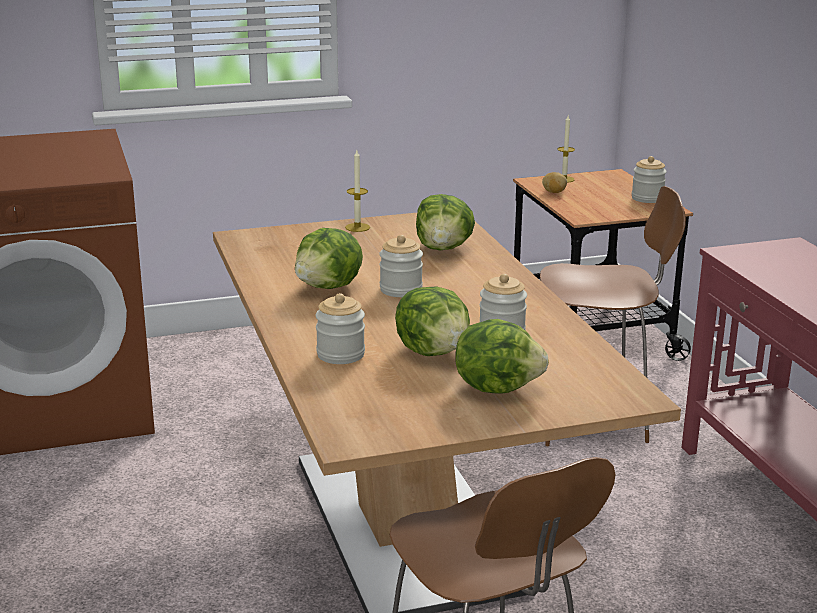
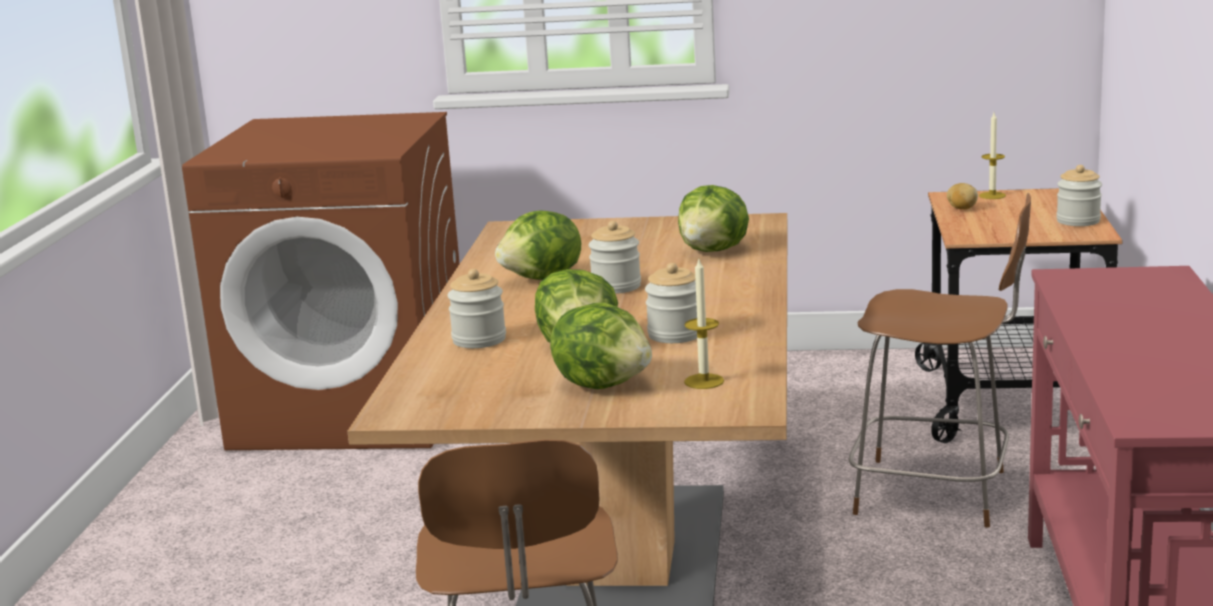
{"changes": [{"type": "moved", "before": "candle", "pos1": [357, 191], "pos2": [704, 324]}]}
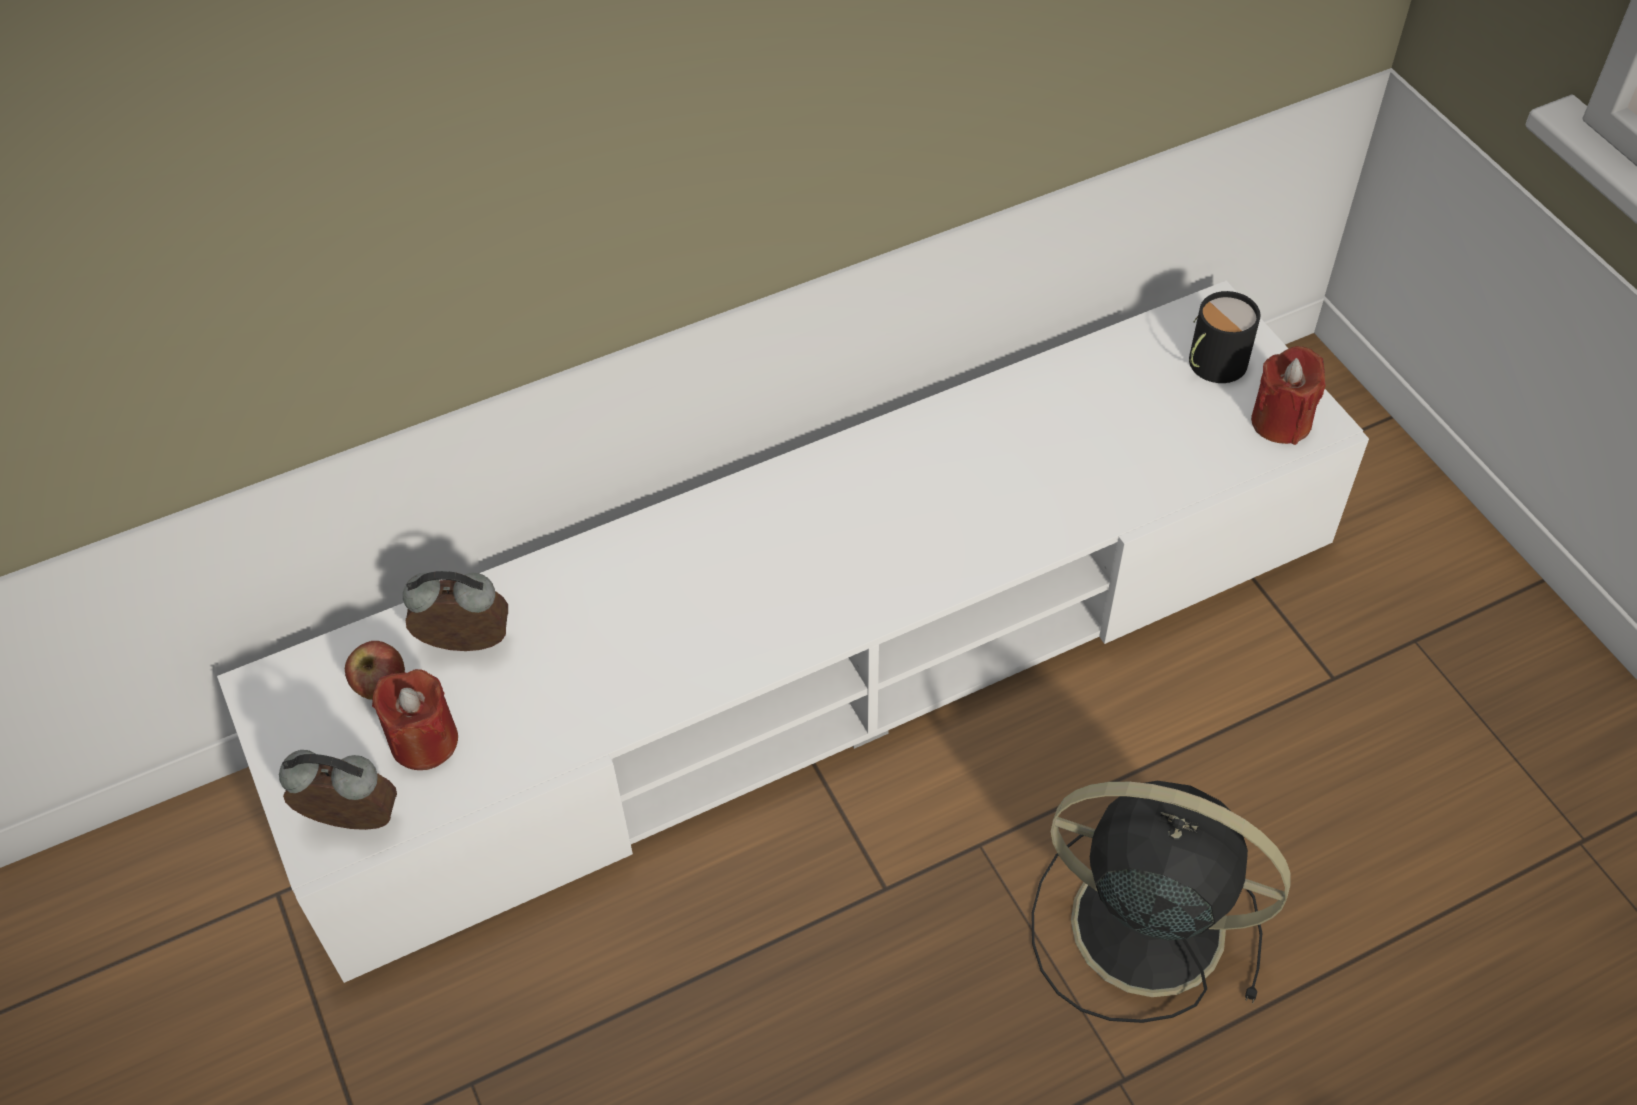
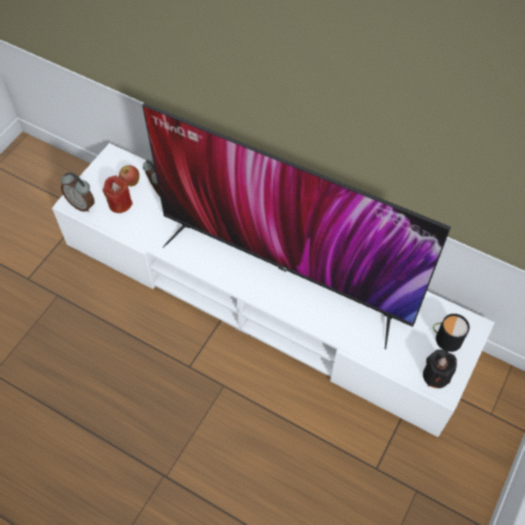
{"changes": [{"type": "turned", "before": "table clock", "pos1": [338, 790], "pos2": [78, 192], "turn": 150}, {"type": "added", "after": "TV", "pos2": [296, 226]}, {"type": "recoloured", "before": "red-coloured candle", "after": "blackish candle", "pos1": [1288, 395], "pos2": [440, 368]}, {"type": "removed", "before": "blackish electric fan", "pos1": [1161, 902]}]}
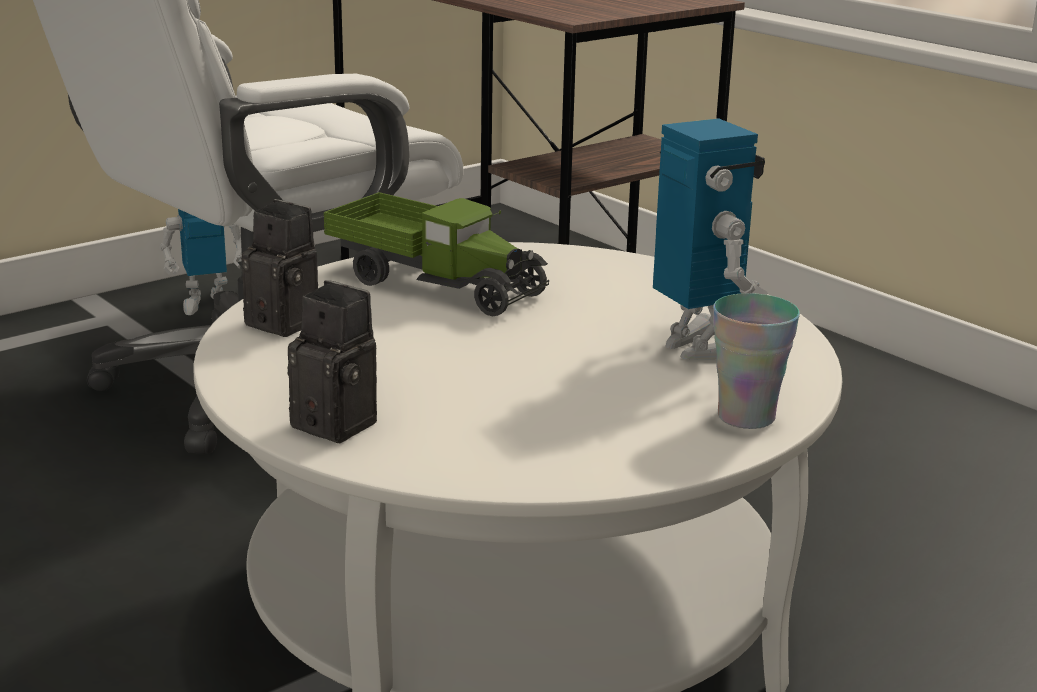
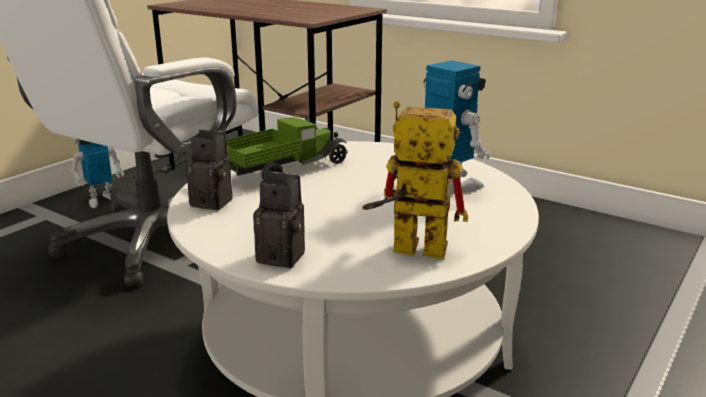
{"changes": [{"type": "turned", "before": "toy truck", "pos1": [436, 254], "pos2": [287, 148], "turn": -60}, {"type": "added", "after": "toy robot", "pos2": [415, 180]}, {"type": "removed", "before": "cup", "pos1": [756, 361]}]}
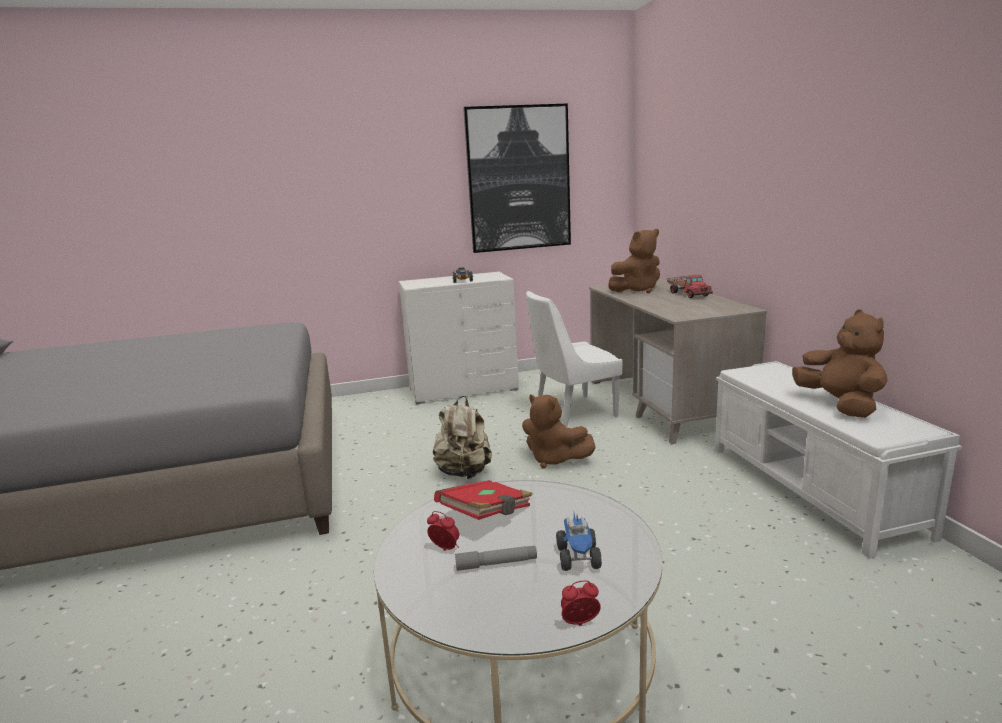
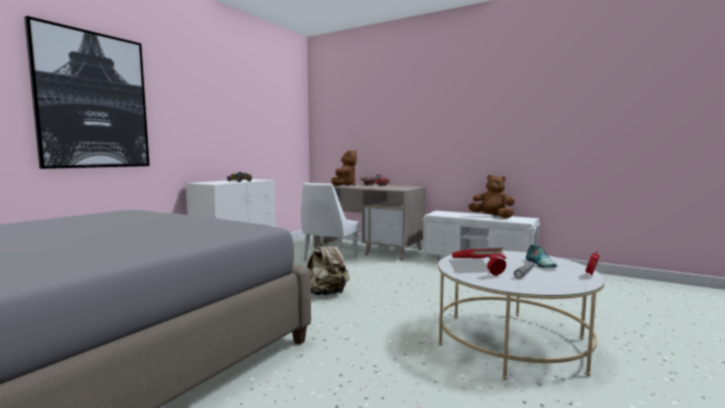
{"changes": [{"type": "moved", "before": "picture", "pos1": [517, 178], "pos2": [87, 92]}, {"type": "replaced", "before": "toy truck", "after": "low shoe", "pos1": [579, 542], "pos2": [541, 256]}, {"type": "removed", "before": "brown soft toy", "pos1": [559, 431]}]}
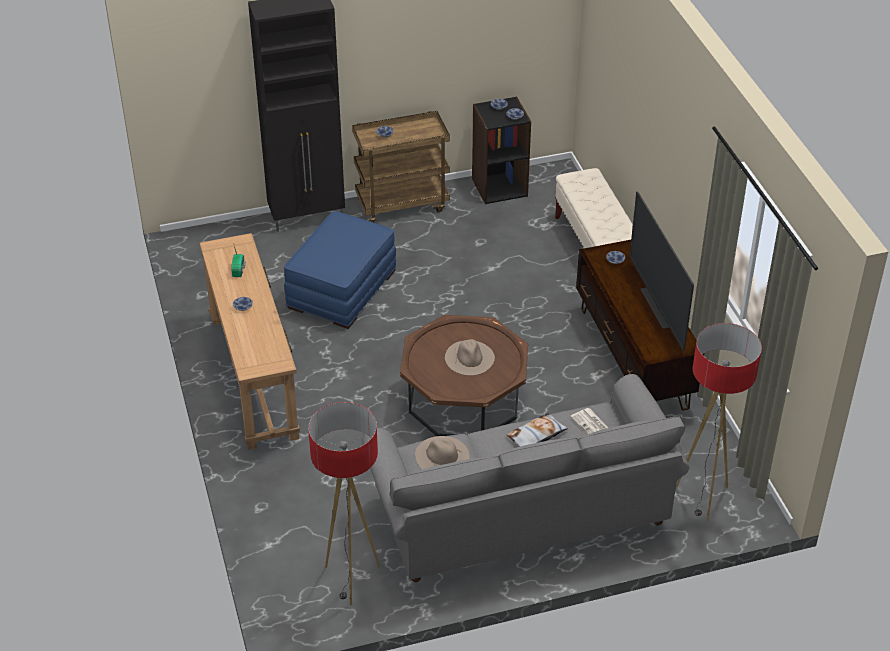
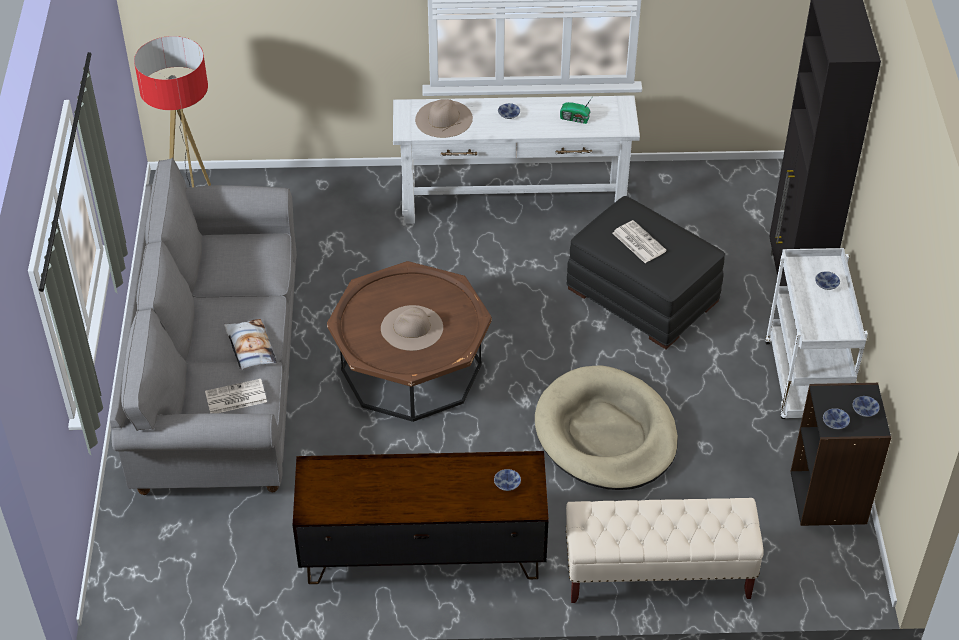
{"changes": [{"type": "recoloured", "before": "brown hall table", "after": "white-coloured hall table", "pos1": [249, 341], "pos2": [516, 159]}, {"type": "moved", "before": "sand-coloured hat", "pos1": [442, 452], "pos2": [444, 118]}, {"type": "added", "after": "sand-coloured dog bed", "pos2": [606, 428]}, {"type": "recoloured", "before": "blue-coloured footrest", "after": "blackish footrest", "pos1": [340, 270], "pos2": [645, 272]}, {"type": "added", "after": "printed paper", "pos2": [639, 241]}, {"type": "recoloured", "before": "brown trolley", "after": "white-coloured trolley", "pos1": [401, 166], "pos2": [816, 333]}, {"type": "removed", "before": "TV", "pos1": [662, 271]}, {"type": "removed", "before": "standard lamp", "pos1": [719, 422]}]}
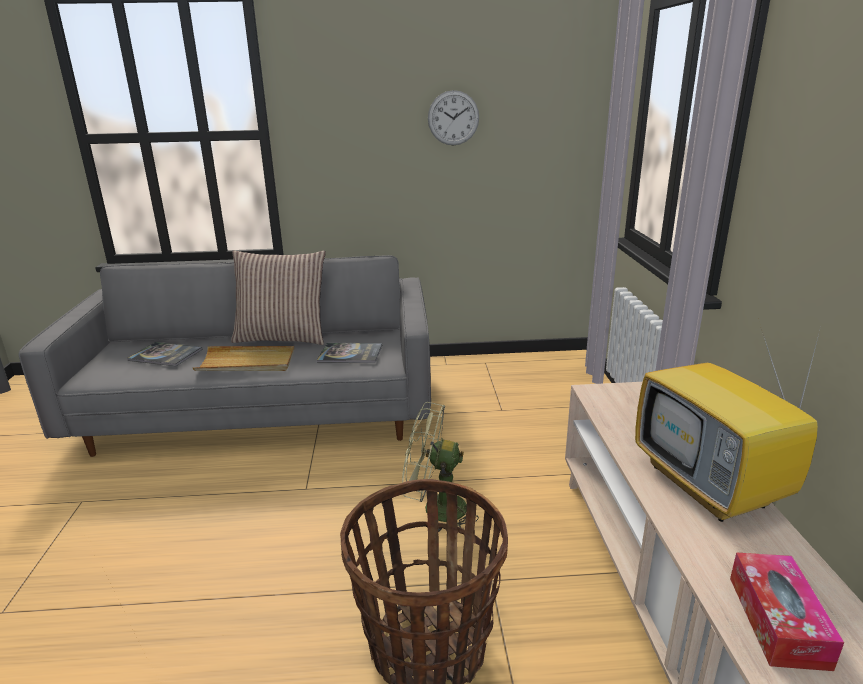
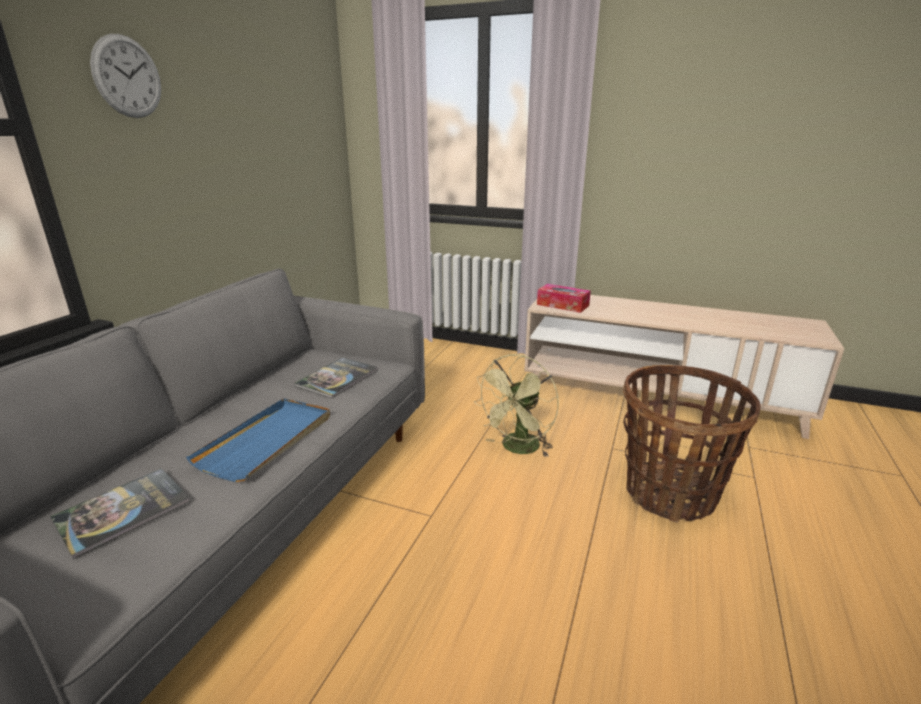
{"changes": [{"type": "moved", "before": "wall clock", "pos1": [453, 117], "pos2": [125, 76]}, {"type": "recoloured", "before": "sand-coloured tray", "after": "blue-coloured tray", "pos1": [244, 358], "pos2": [258, 440]}, {"type": "moved", "before": "box of tissues", "pos1": [787, 611], "pos2": [564, 298]}, {"type": "removed", "before": "throw pillow", "pos1": [278, 297]}, {"type": "removed", "before": "TV", "pos1": [728, 422]}]}
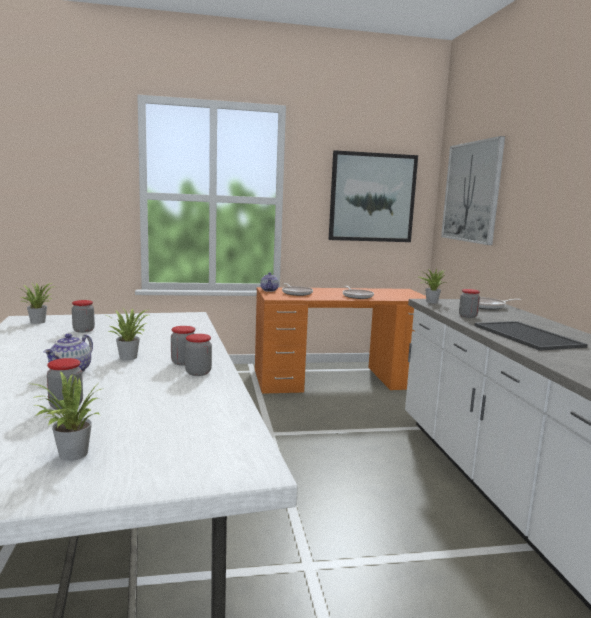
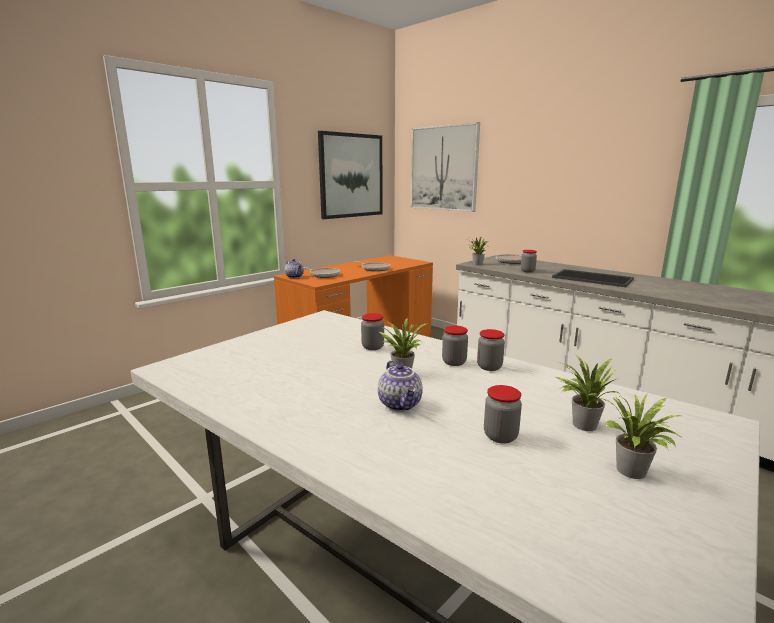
{"changes": [{"type": "moved", "before": "jar", "pos1": [83, 316], "pos2": [372, 331]}, {"type": "moved", "before": "plant in a pot", "pos1": [36, 303], "pos2": [588, 392]}]}
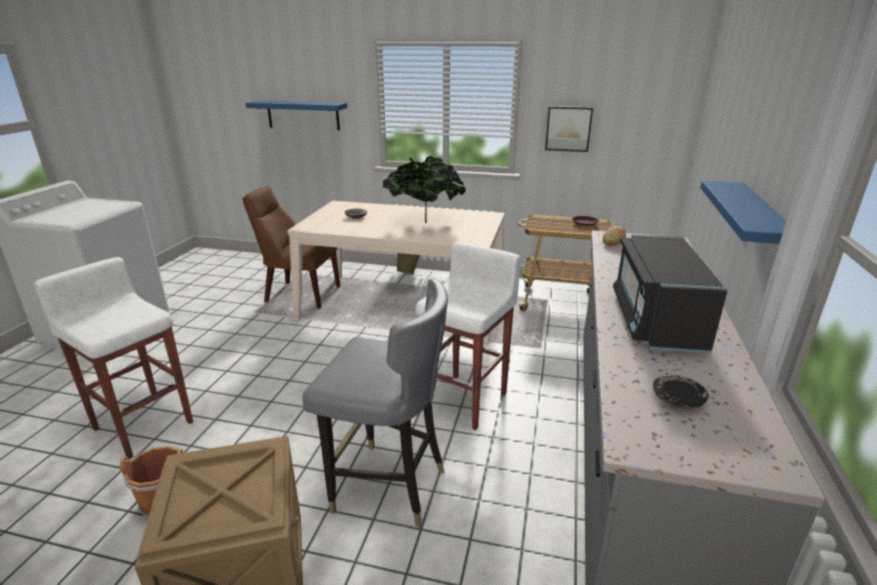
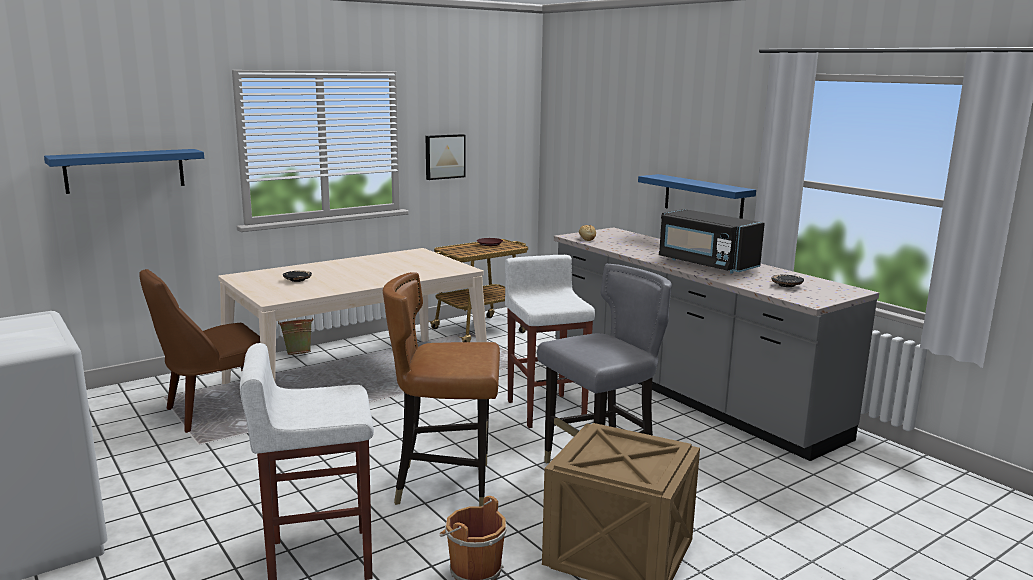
{"changes": [{"type": "added", "after": "brown chair", "pos2": [441, 389]}, {"type": "removed", "before": "plant in a pot", "pos1": [424, 189]}]}
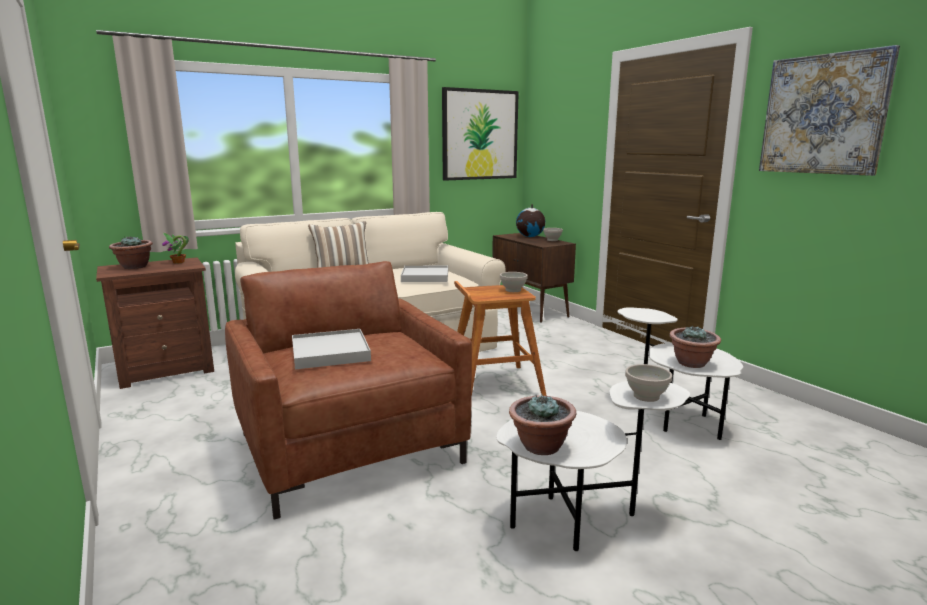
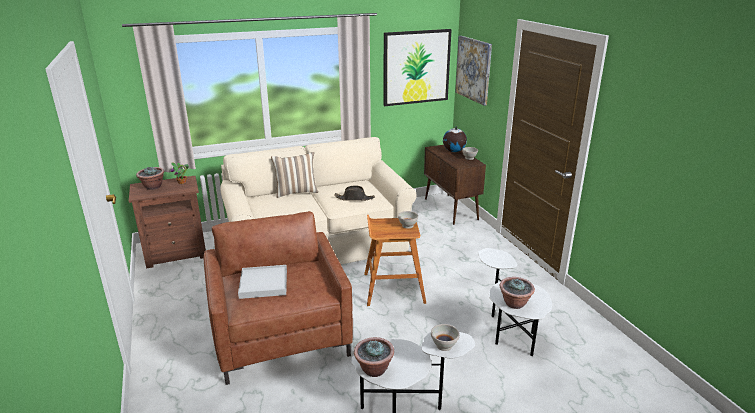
{"changes": [{"type": "replaced", "before": "white-coloured tray", "after": "blackish hat", "pos1": [424, 274], "pos2": [354, 193]}, {"type": "moved", "before": "picture", "pos1": [829, 110], "pos2": [473, 71]}]}
